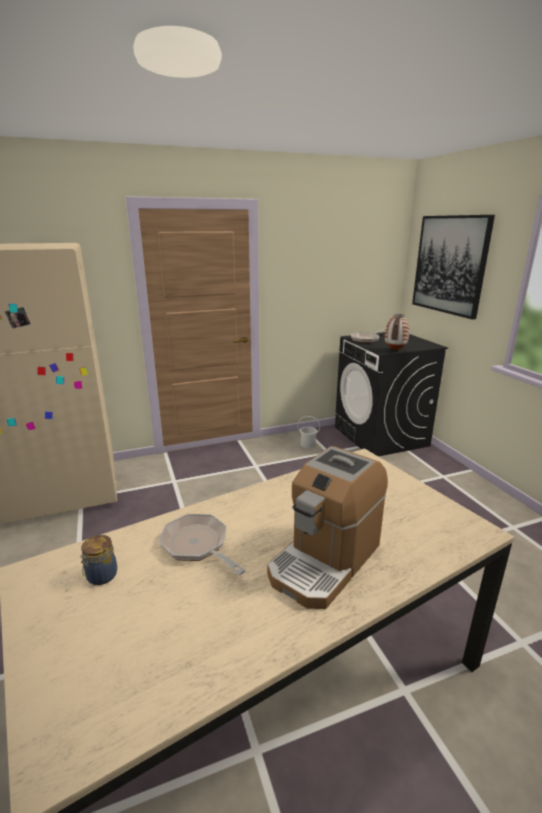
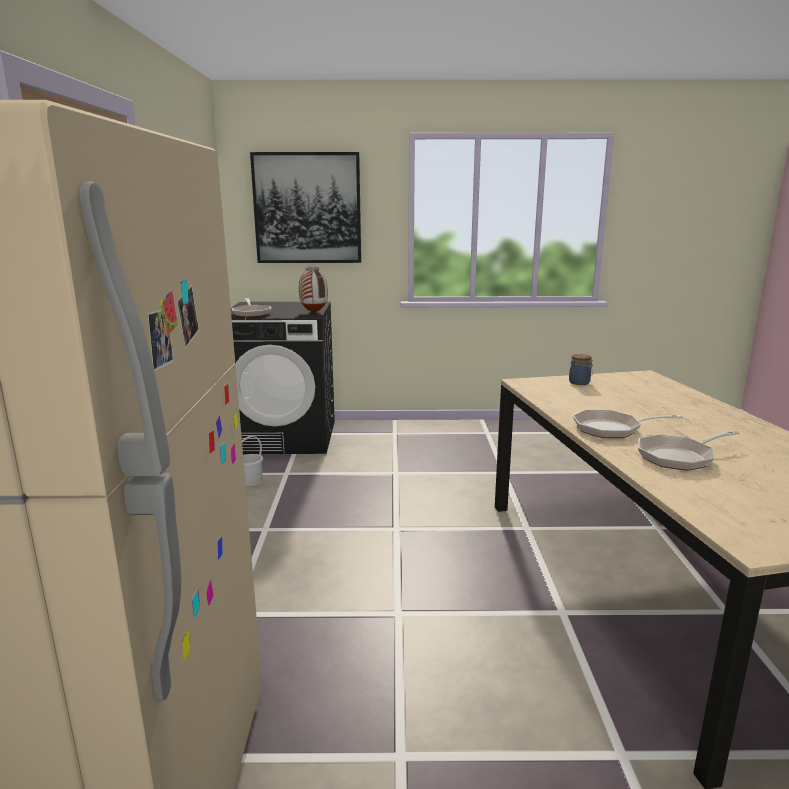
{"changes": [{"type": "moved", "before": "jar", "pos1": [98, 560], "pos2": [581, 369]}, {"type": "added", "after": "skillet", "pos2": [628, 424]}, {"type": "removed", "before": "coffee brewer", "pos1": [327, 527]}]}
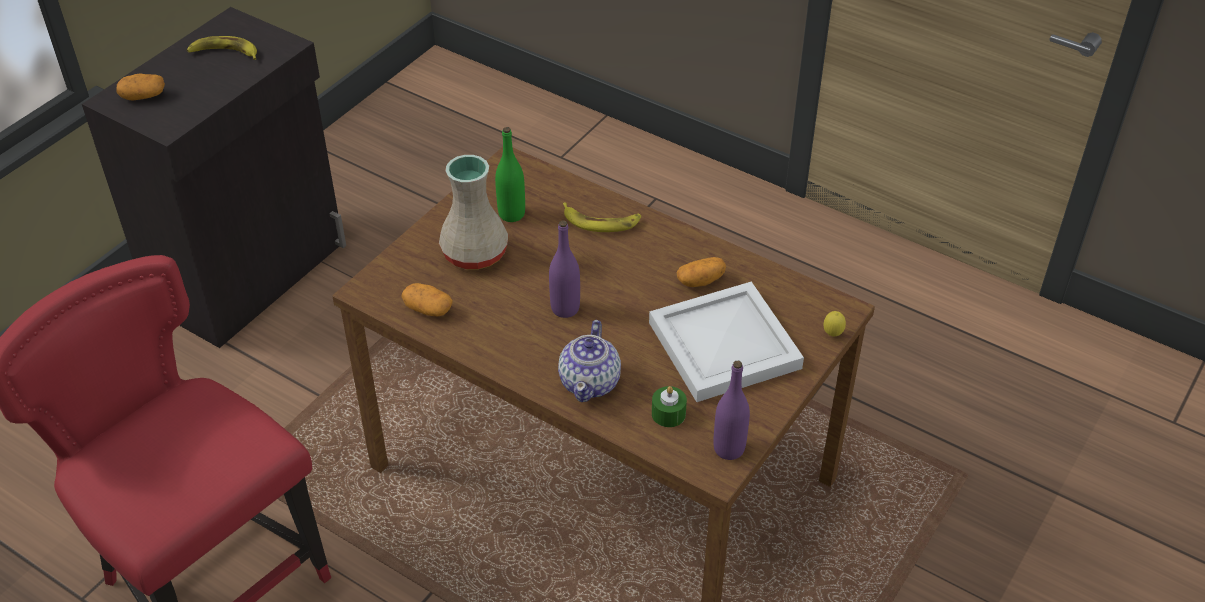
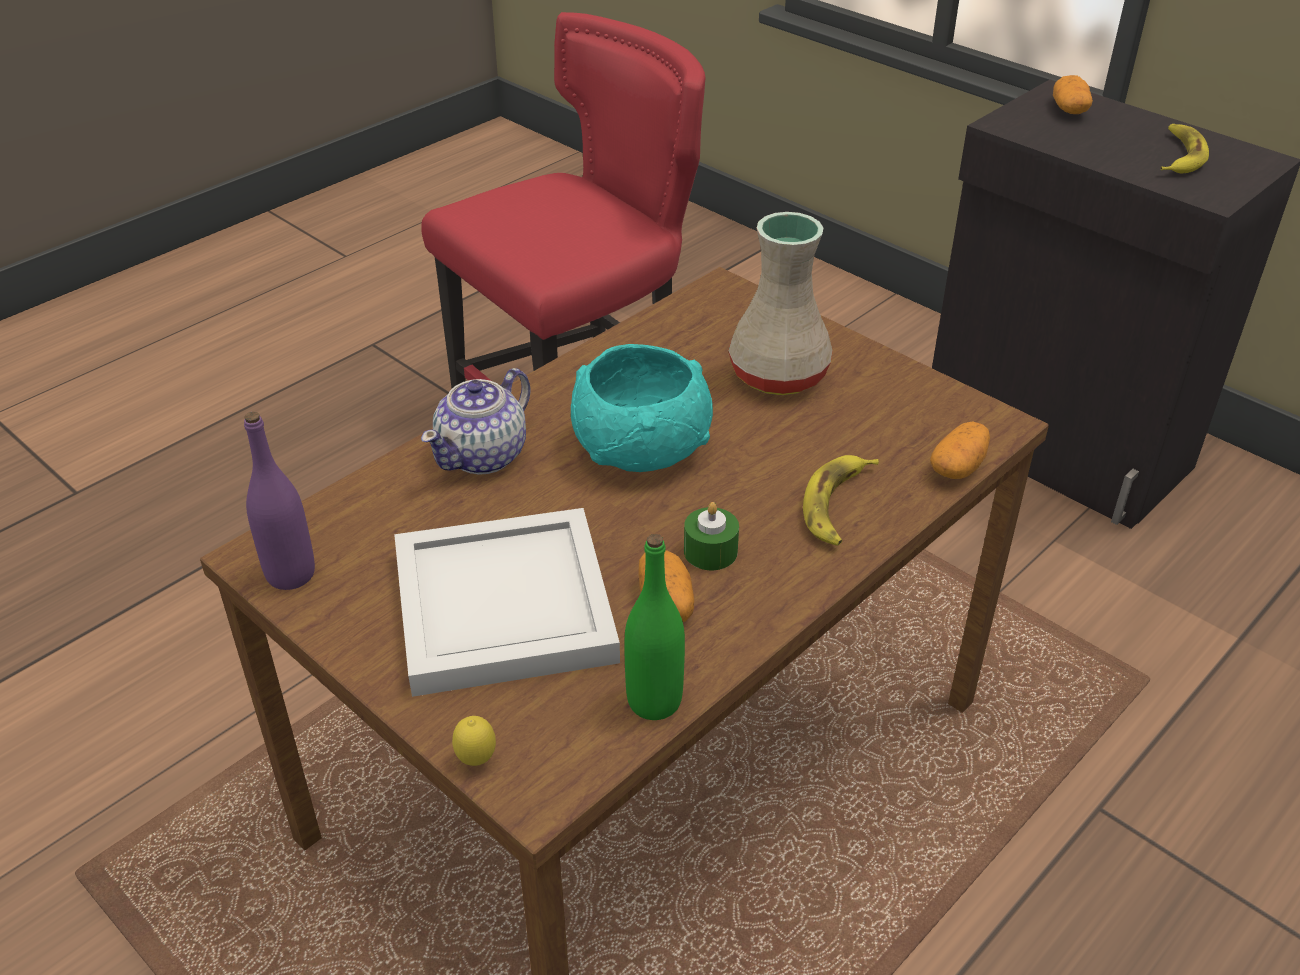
{"changes": [{"type": "turned", "before": "teapot", "pos1": [589, 361], "pos2": [476, 421], "turn": -75}, {"type": "replaced", "before": "purplish bottle", "after": "blue-green bowl", "pos1": [564, 269], "pos2": [642, 408]}, {"type": "moved", "before": "green bottle", "pos1": [510, 174], "pos2": [654, 627]}, {"type": "moved", "before": "green candle", "pos1": [669, 406], "pos2": [711, 536]}, {"type": "moved", "before": "whole potato", "pos1": [426, 299], "pos2": [960, 450]}]}
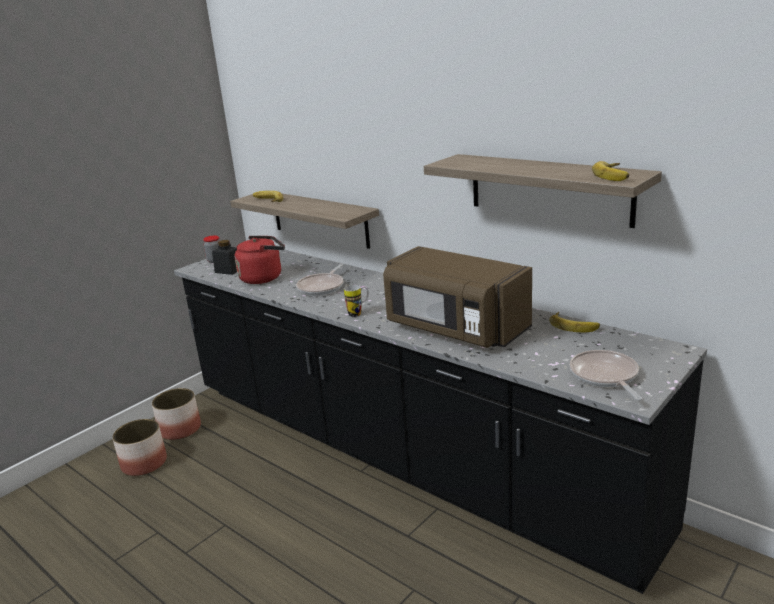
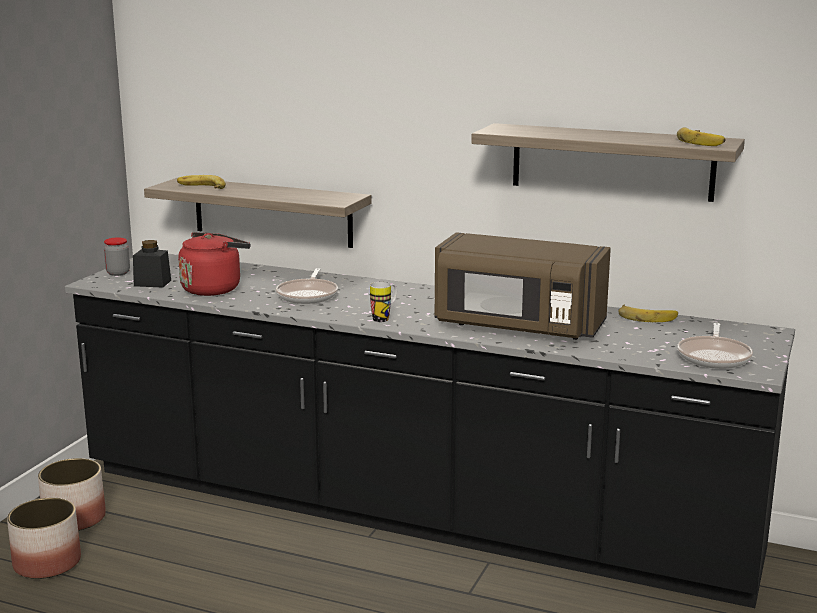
{"changes": [{"type": "turned", "before": "skillet", "pos1": [606, 375], "pos2": [715, 346], "turn": -135}]}
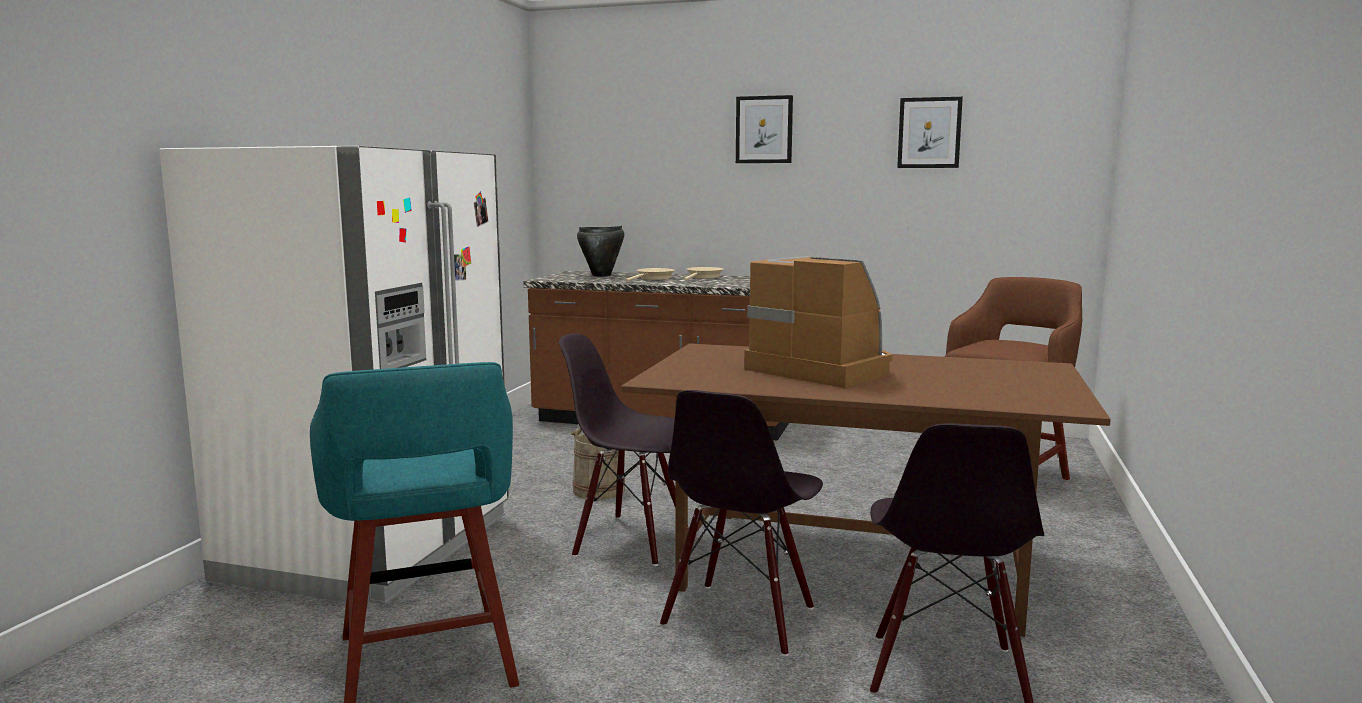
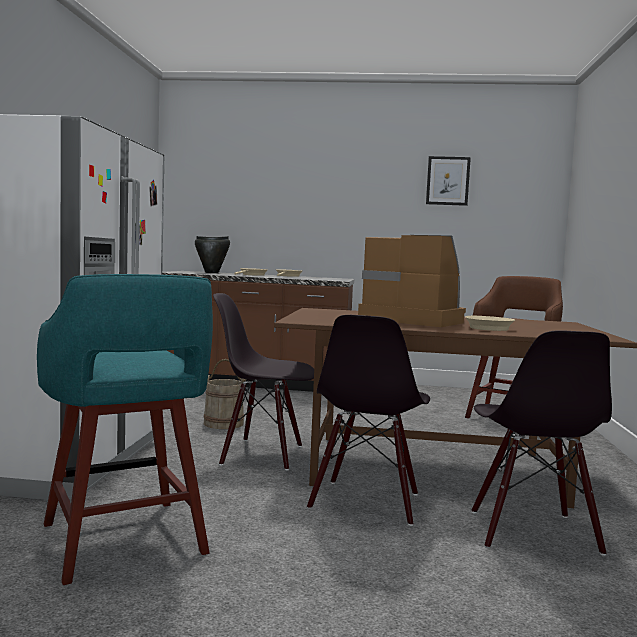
{"changes": [{"type": "added", "after": "sand-coloured skillet", "pos2": [490, 323]}, {"type": "removed", "before": "picture", "pos1": [764, 129]}]}
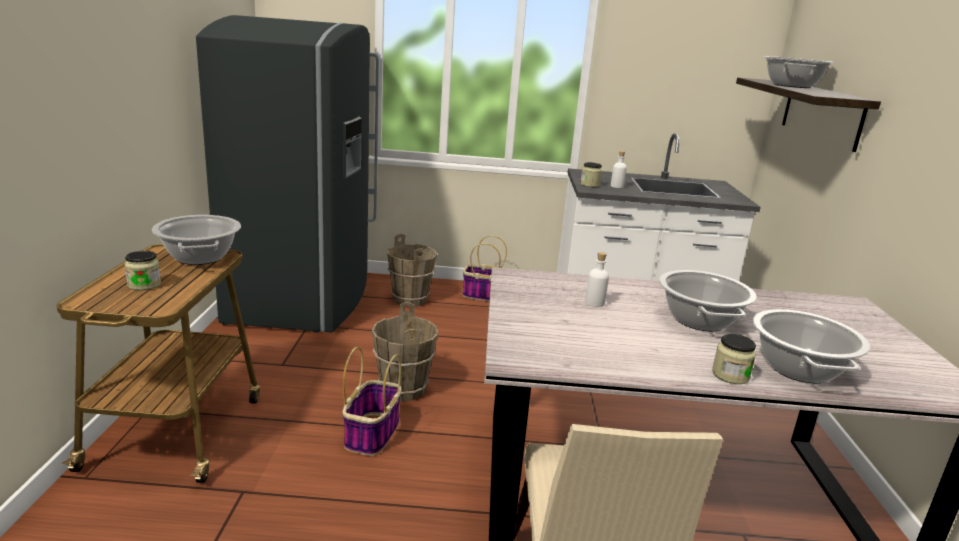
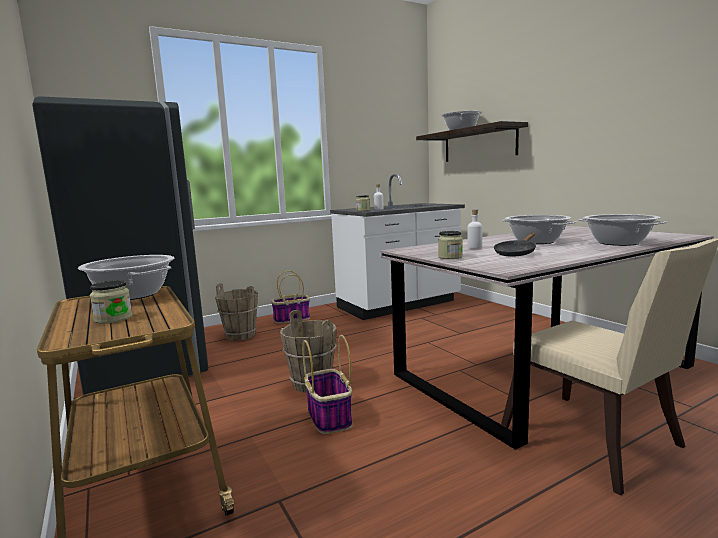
{"changes": [{"type": "moved", "before": "jar", "pos1": [734, 359], "pos2": [450, 245]}, {"type": "added", "after": "blackish skillet", "pos2": [515, 245]}]}
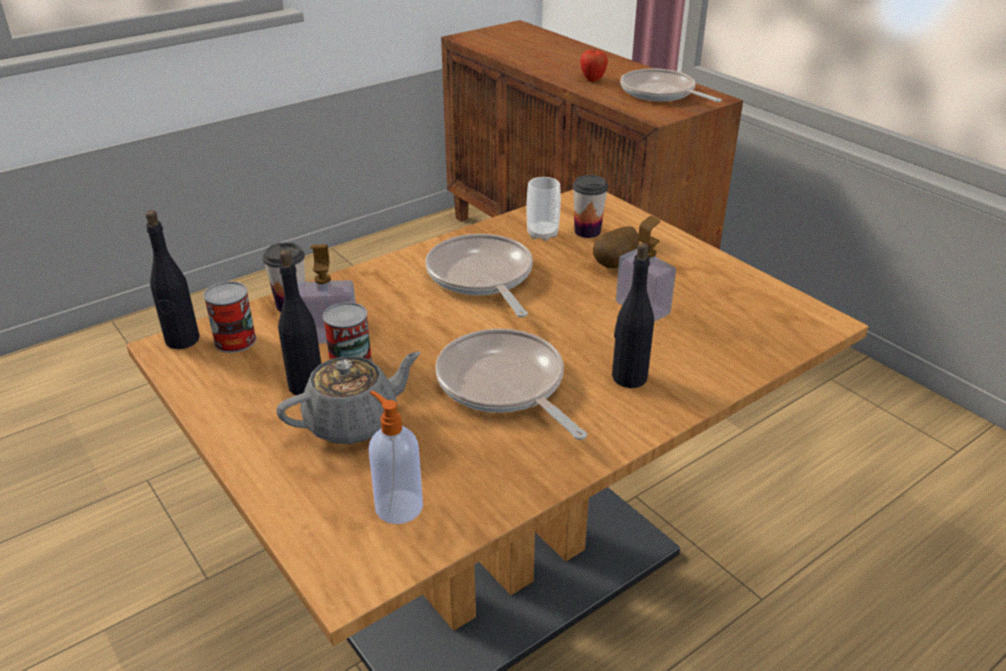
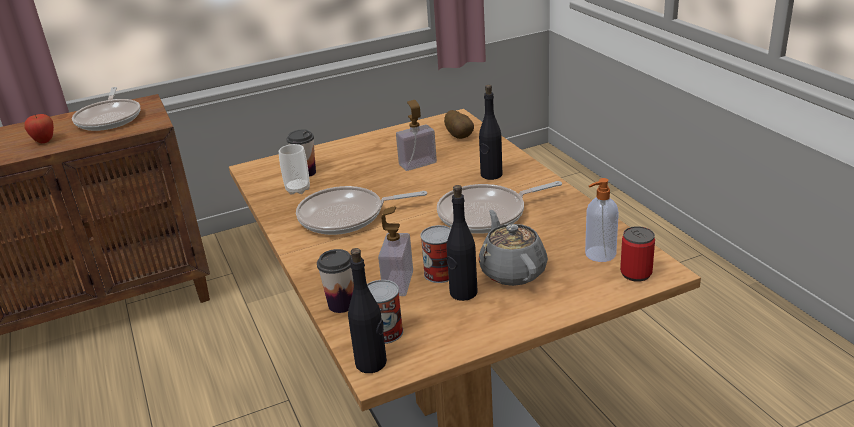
{"changes": [{"type": "turned", "before": "skillet", "pos1": [671, 85], "pos2": [106, 109], "turn": -75}, {"type": "moved", "before": "whole potato", "pos1": [616, 247], "pos2": [459, 124]}, {"type": "added", "after": "metal can", "pos2": [637, 254]}]}
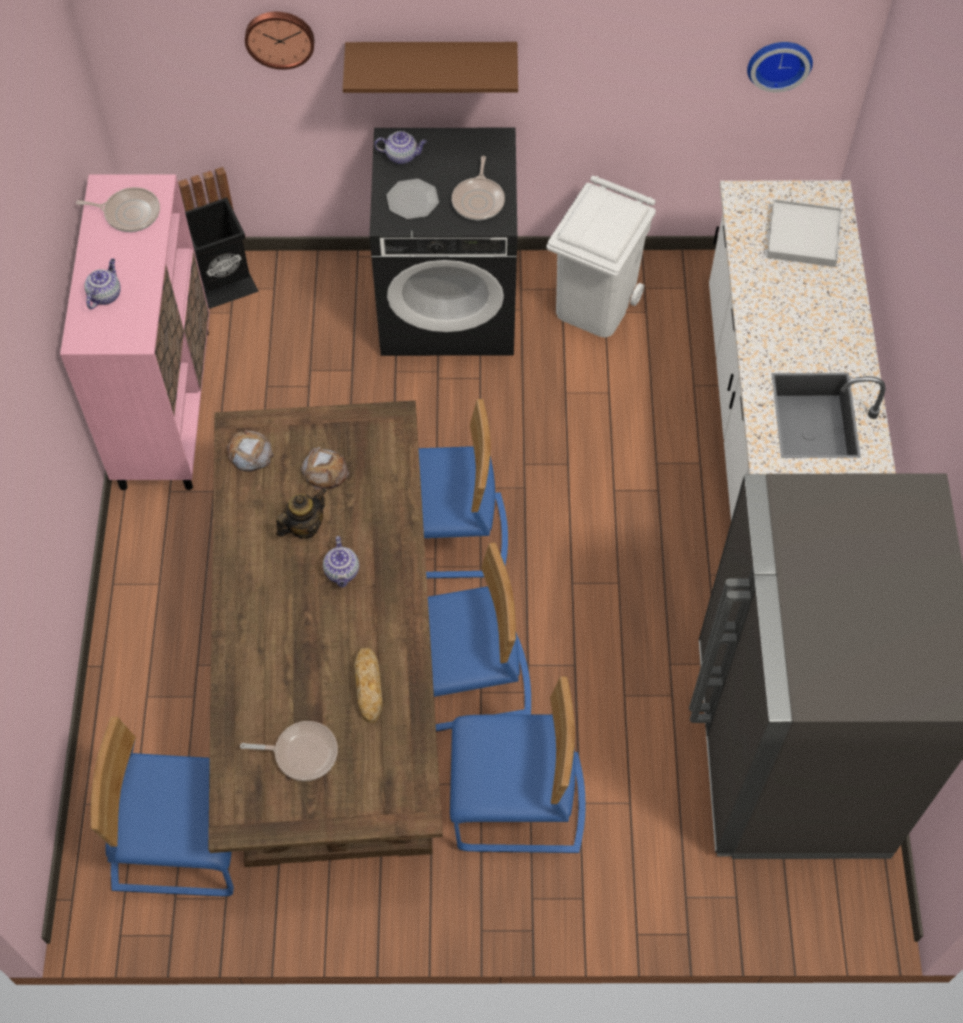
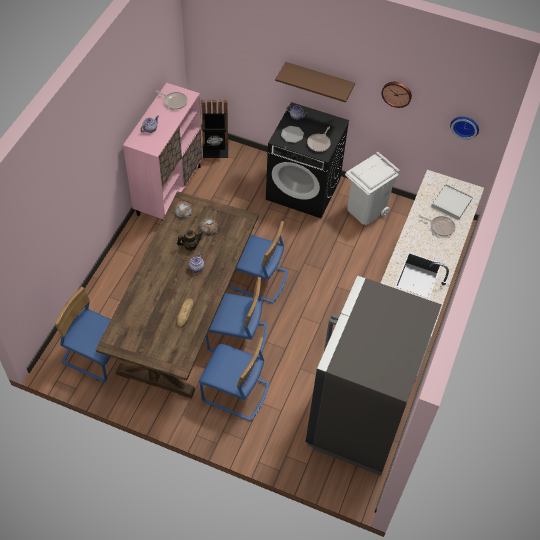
{"changes": [{"type": "moved", "before": "wall clock", "pos1": [279, 41], "pos2": [396, 95]}, {"type": "moved", "before": "skillet", "pos1": [289, 751], "pos2": [437, 225]}]}
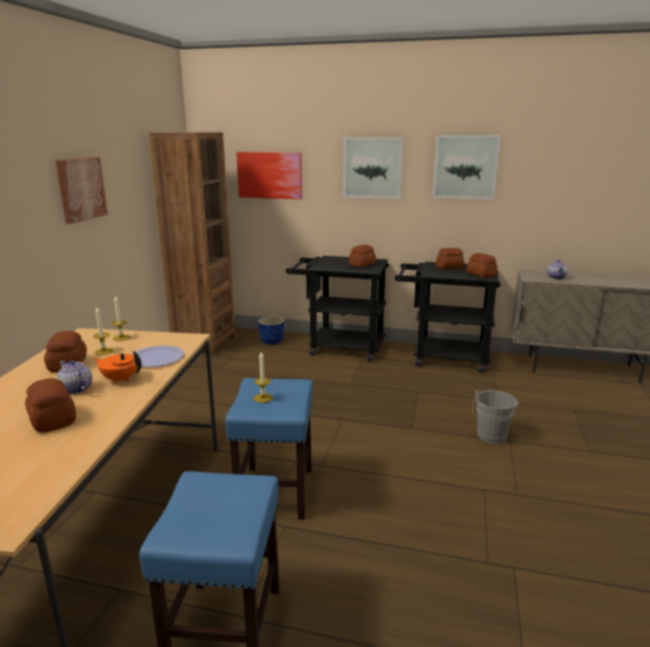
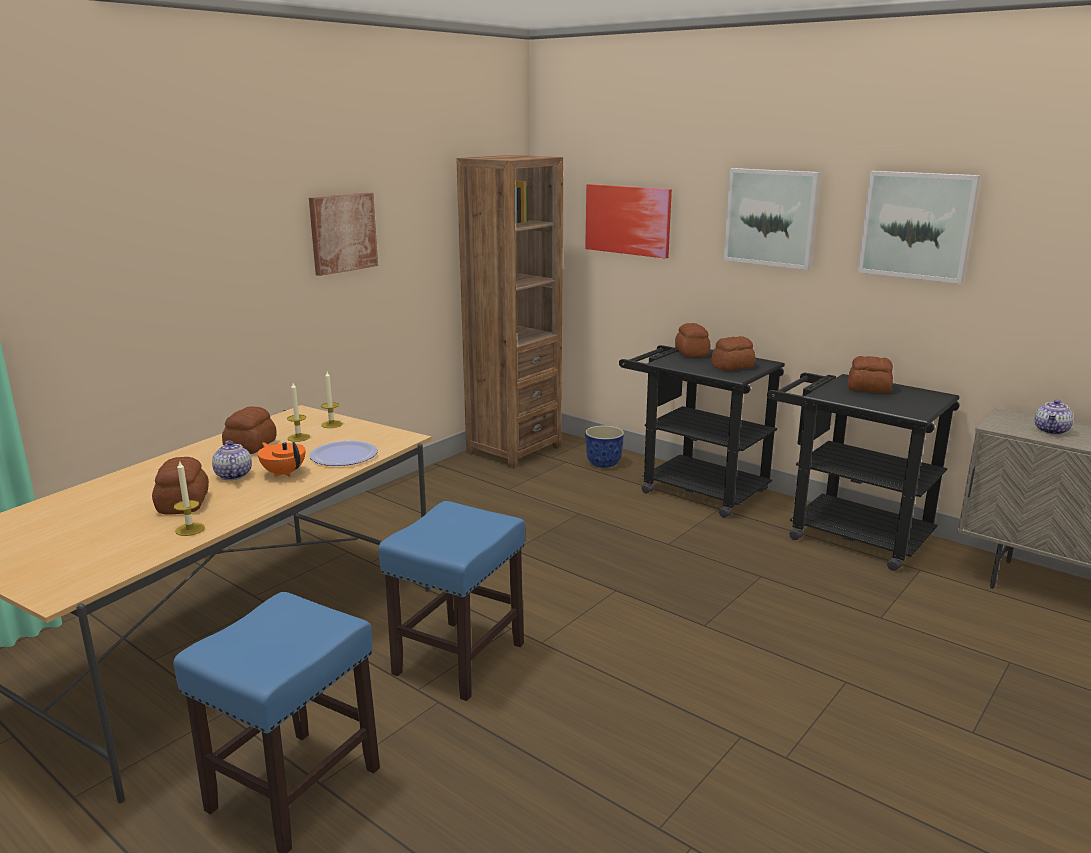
{"changes": [{"type": "moved", "before": "candle", "pos1": [263, 377], "pos2": [189, 498]}, {"type": "moved", "before": "bread", "pos1": [482, 265], "pos2": [693, 340]}, {"type": "removed", "before": "greyish bucket", "pos1": [495, 417]}]}
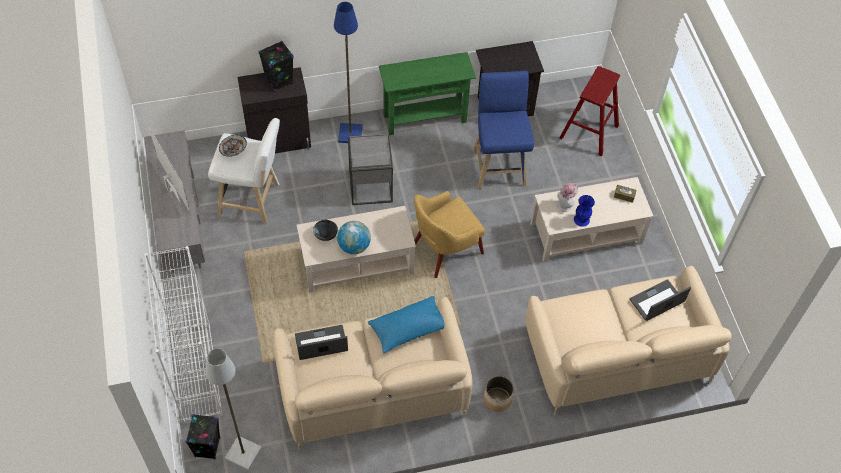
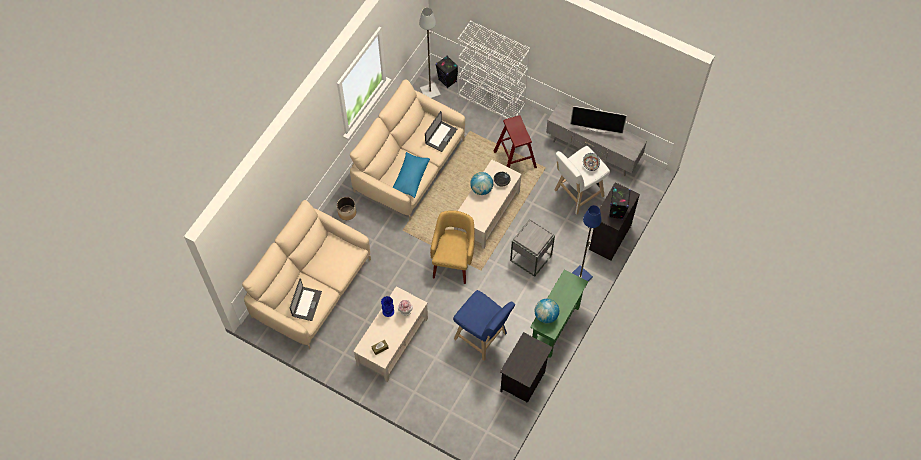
{"changes": [{"type": "moved", "before": "red-coloured stool", "pos1": [589, 111], "pos2": [515, 141]}, {"type": "added", "after": "world globe", "pos2": [547, 311]}]}
